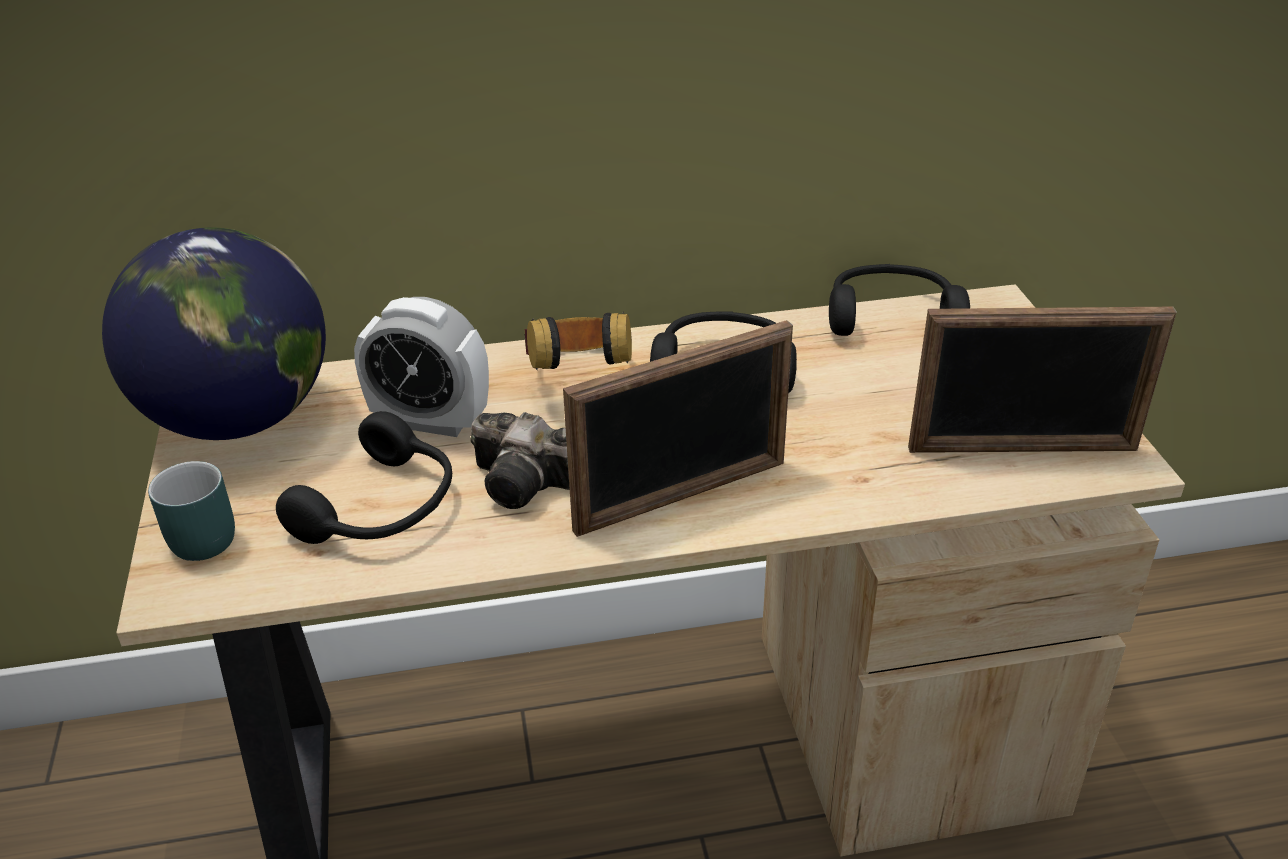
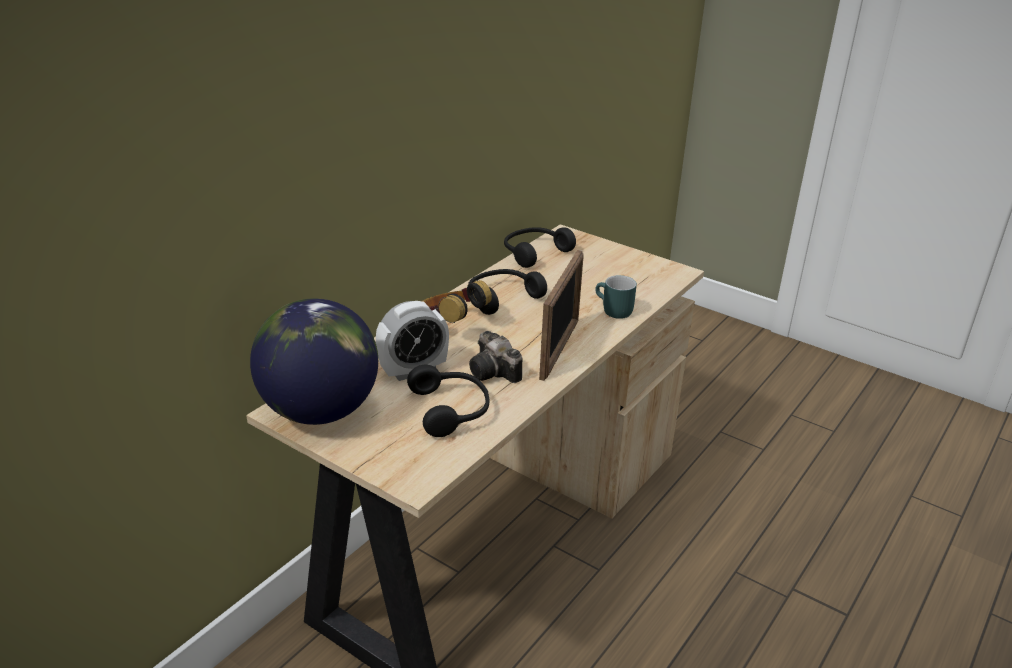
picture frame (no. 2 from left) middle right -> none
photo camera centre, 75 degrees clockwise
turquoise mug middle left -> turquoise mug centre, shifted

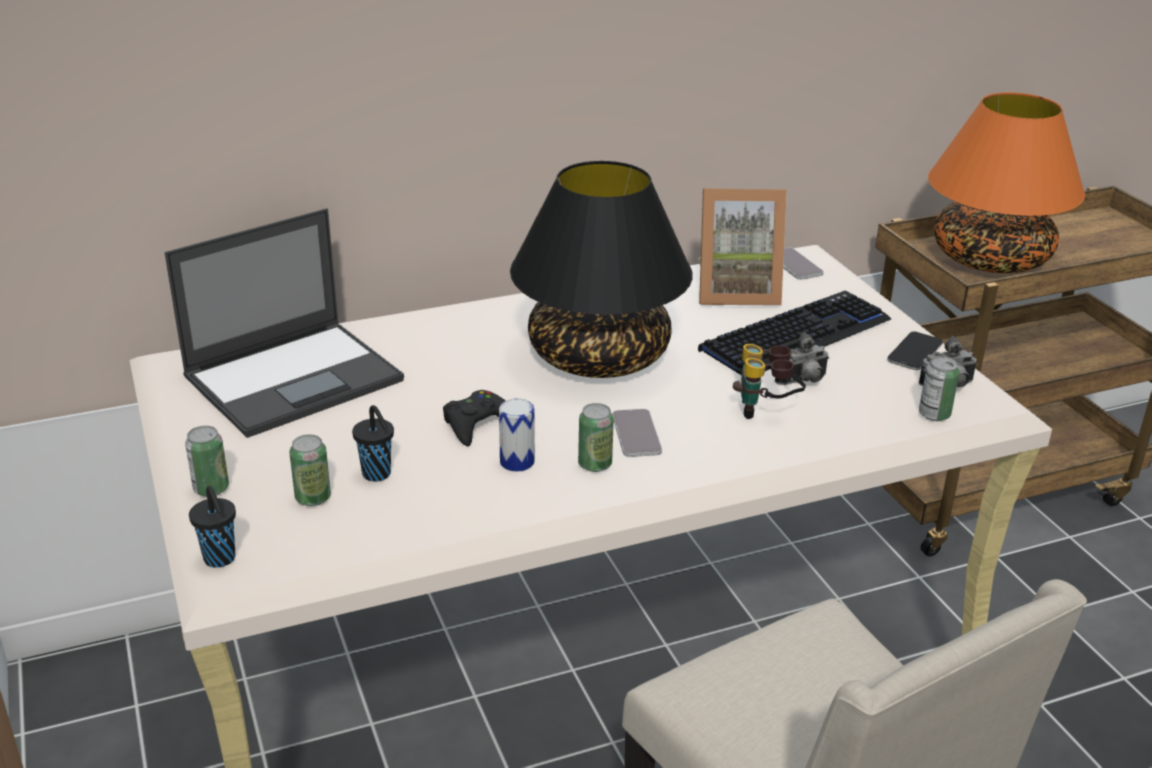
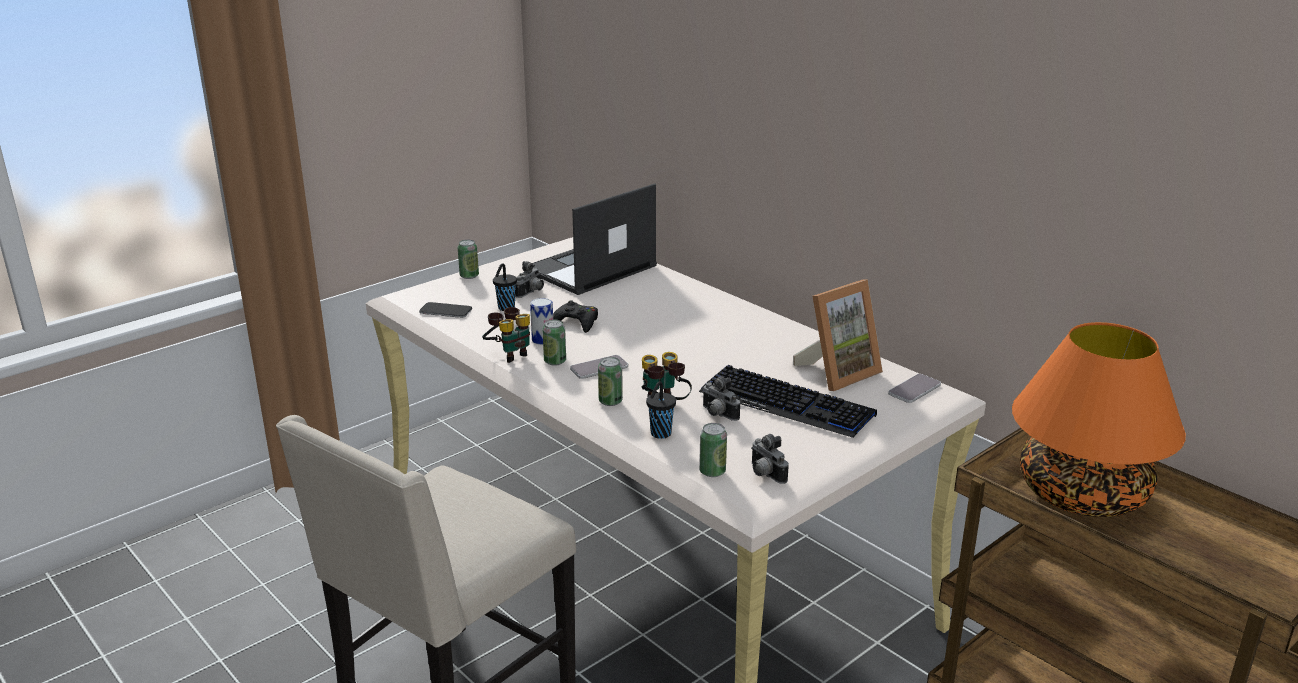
black table lamp centre -> none
picture frame top centre -> picture frame centre, 105 degrees counterclockwise
laptop middle left -> laptop centre, 105 degrees clockwise
phone (no. 3 from left in the first image) middle right -> phone (no. 1 from left) centre, shifted
can (no. 2 from left in the first image) middle left -> can (no. 4 from left) centre, shifted
black cup (no. 1 from left in the first image) bottom left -> black cup (no. 2 from left) centre, shifted
none -> photo camera (no. 1 from left) centre
none -> binoculars (no. 1 from left) centre

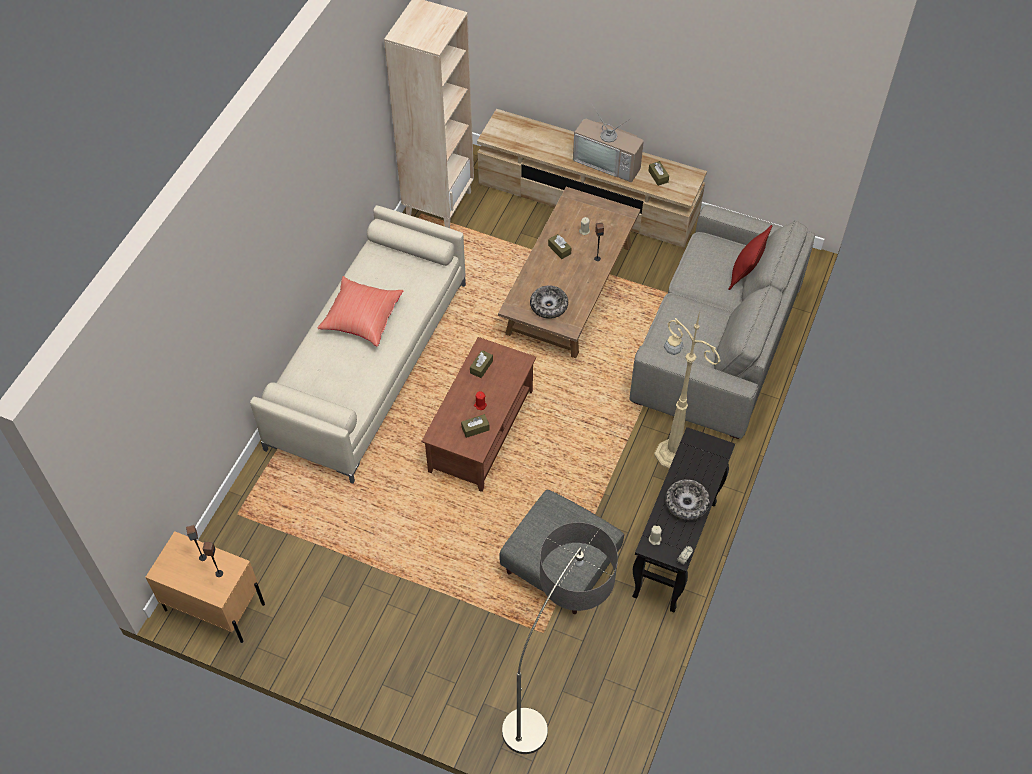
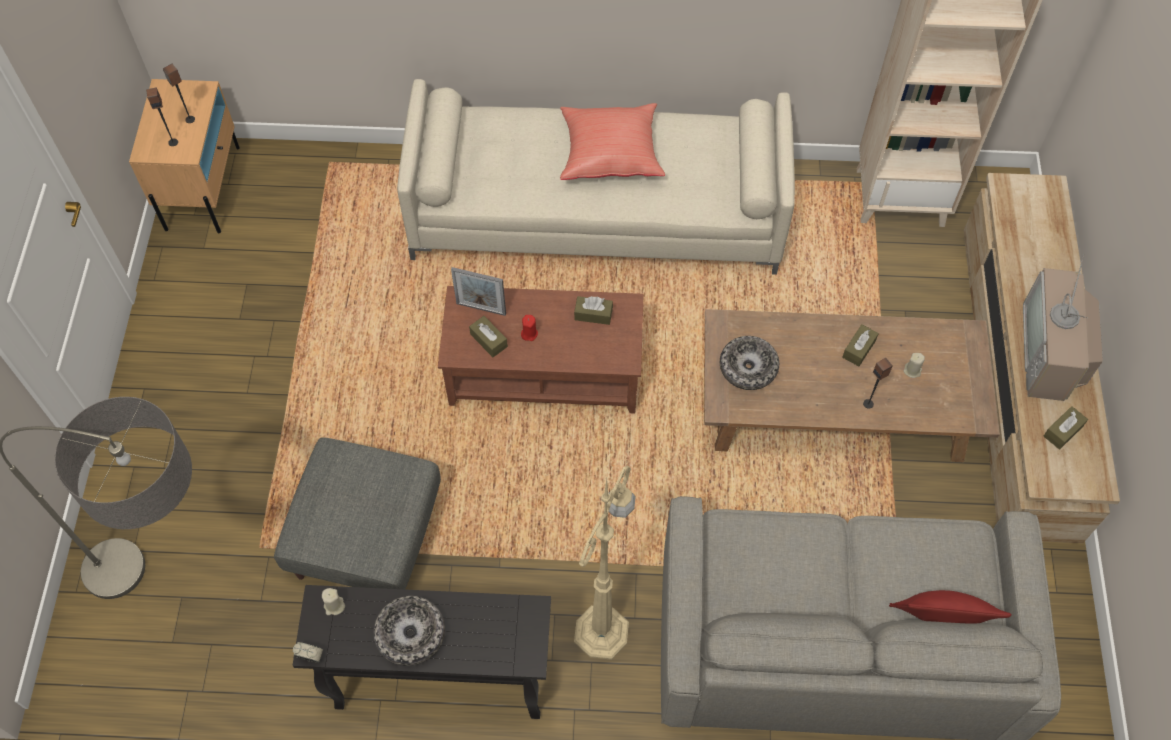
none -> picture frame centre

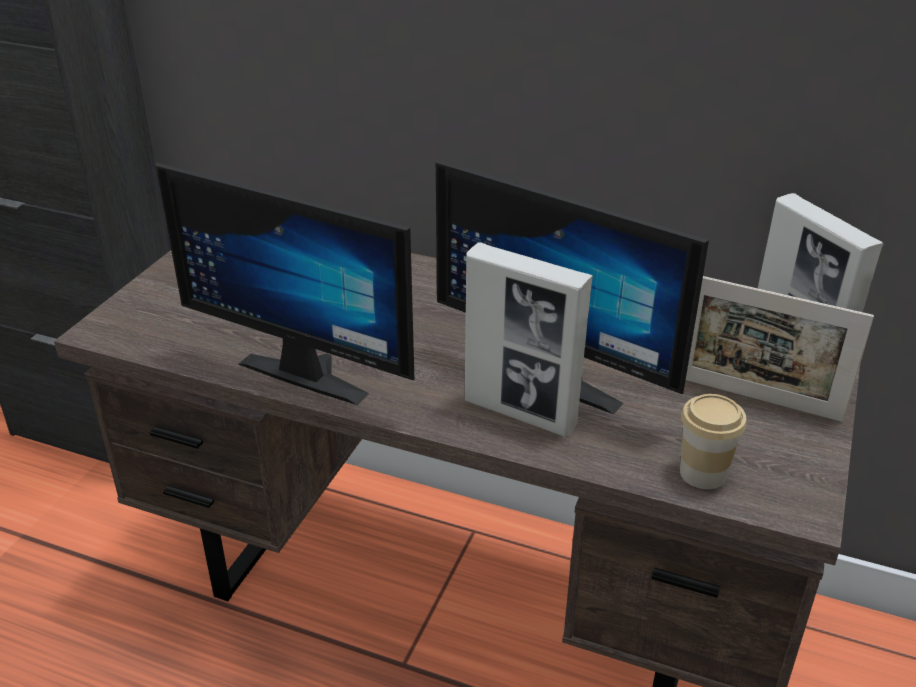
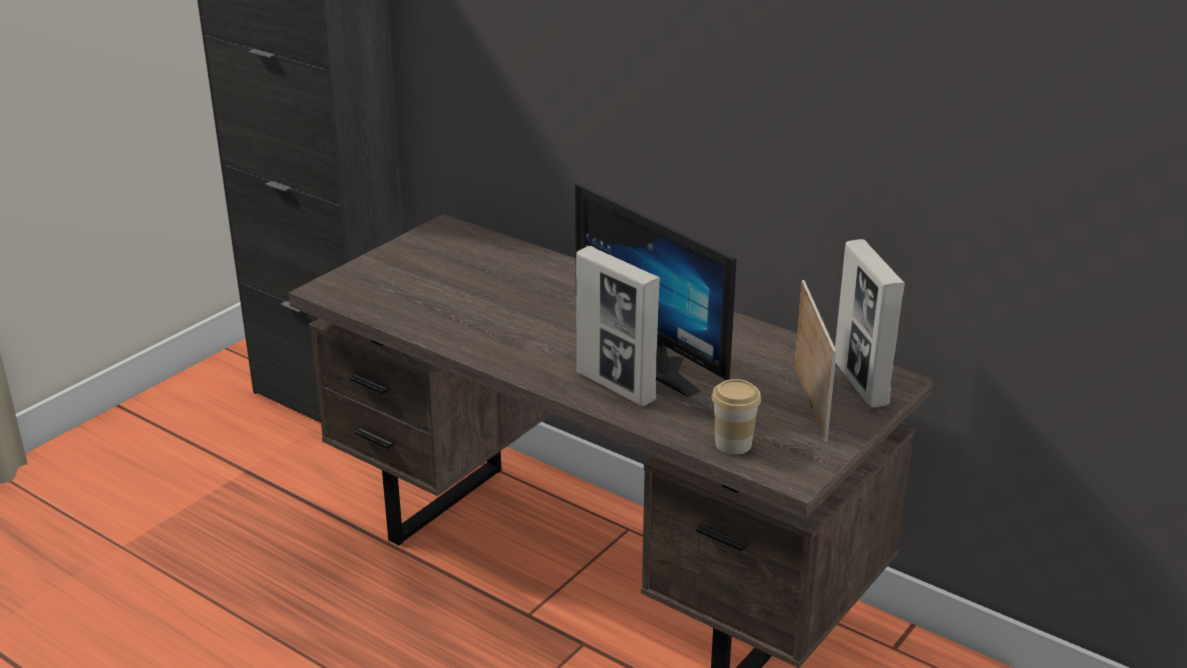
monitor (no. 1 from left) middle left -> none
picture frame (no. 2 from left) middle right, 135 degrees counterclockwise

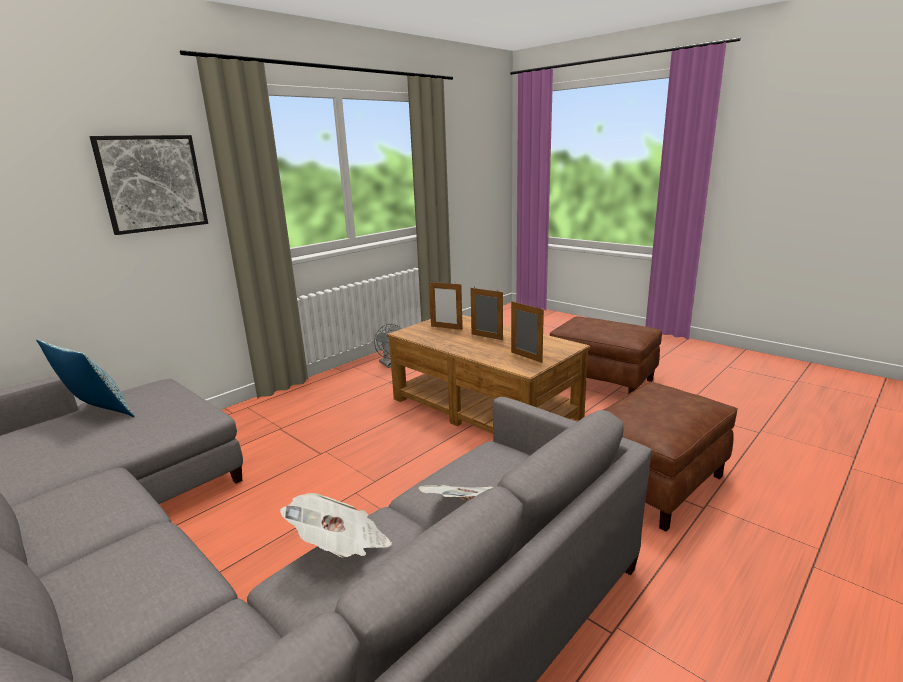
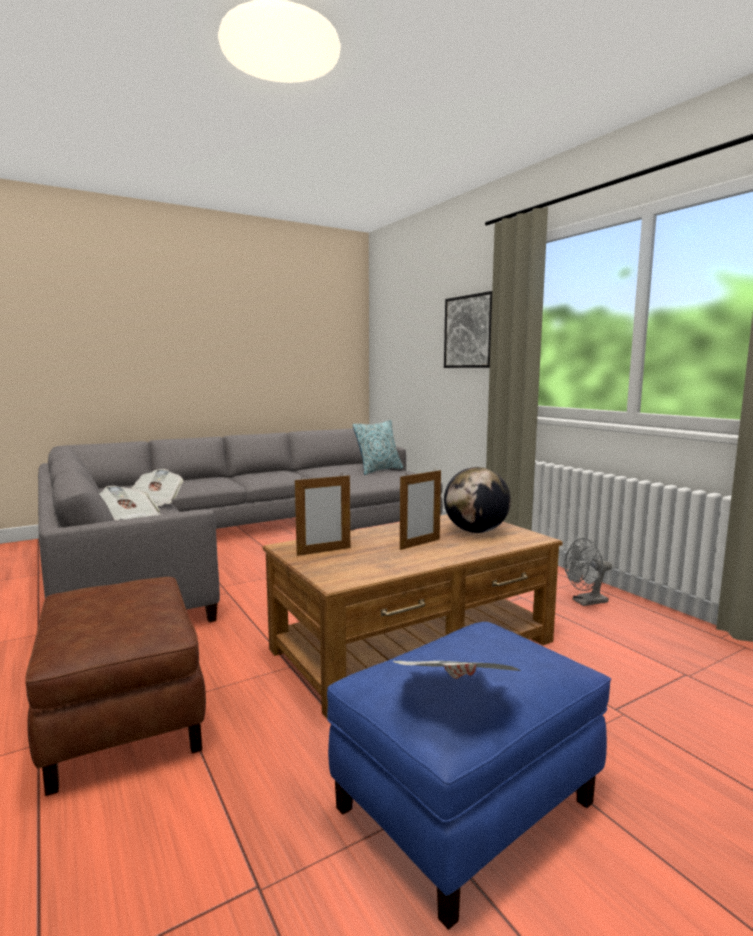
picture frame (no. 1 from left) centre -> globe centre
brown ottoman (no. 1 from left) middle right -> blue ottoman bottom centre
none -> newspaper (no. 3 from left) bottom centre

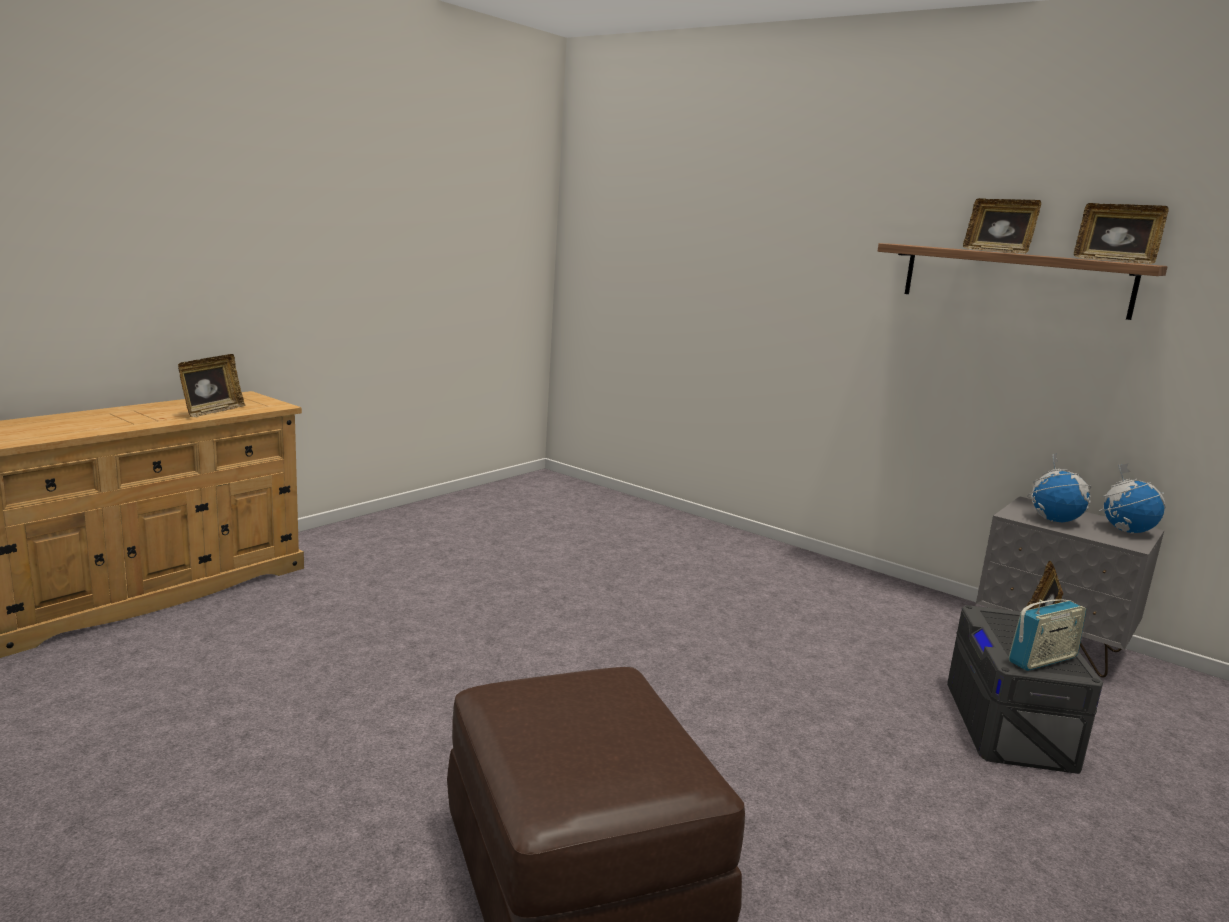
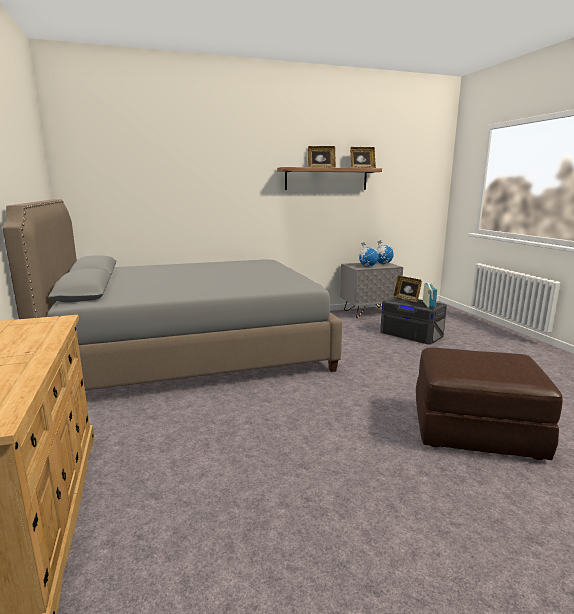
picture frame (no. 1 from left) middle left -> none
none -> grey bed middle left

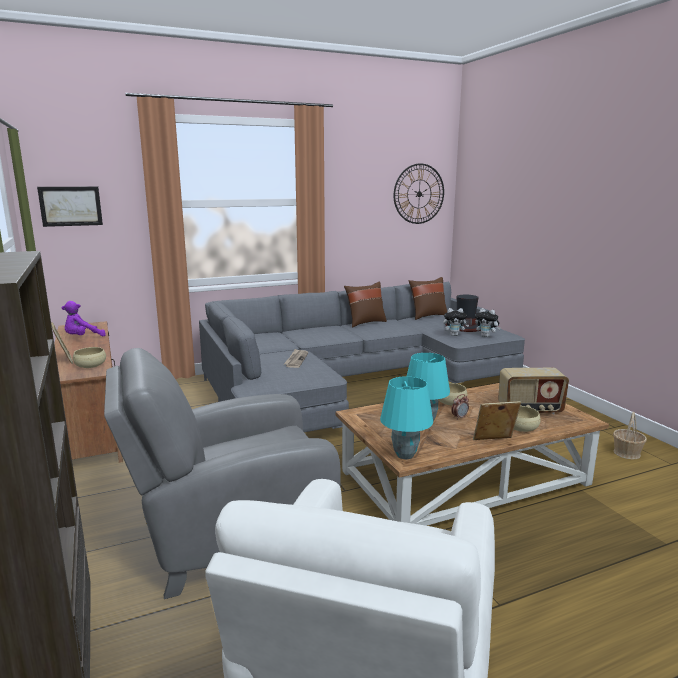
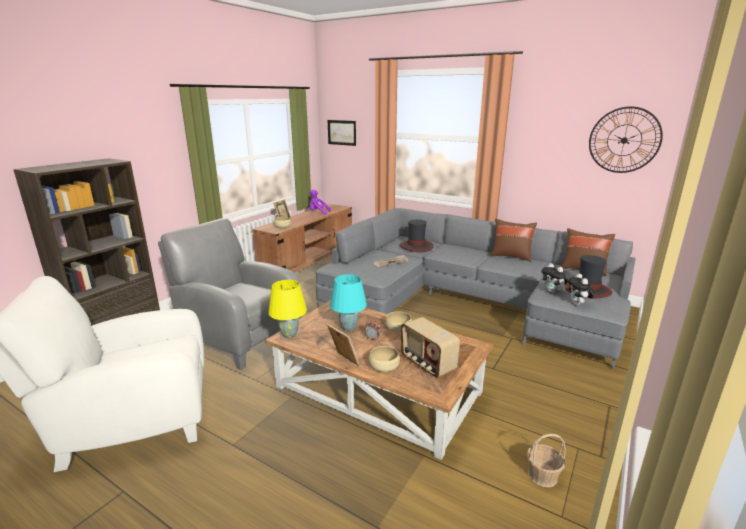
turquoise table lamp (no. 1 from left) centre -> yellow table lamp centre
none -> hat (no. 1 from left) centre

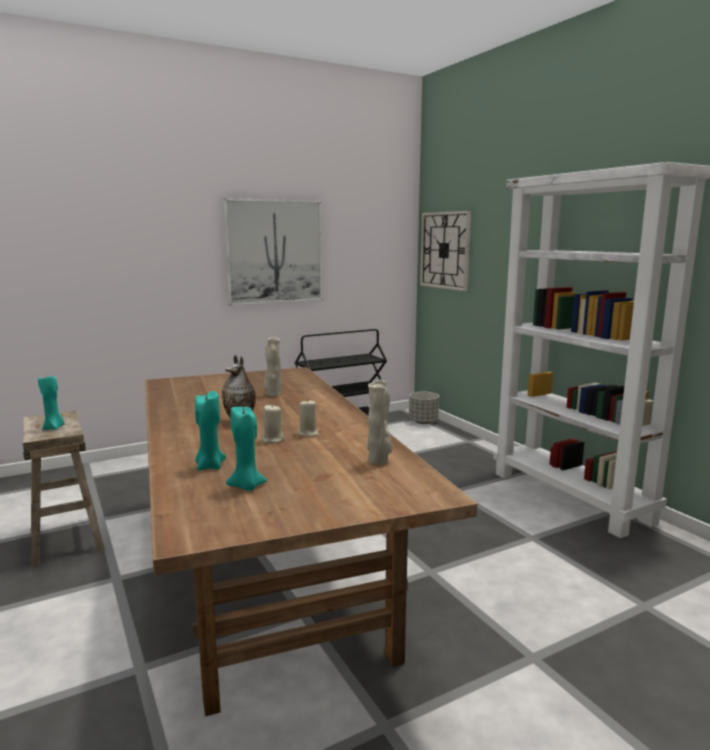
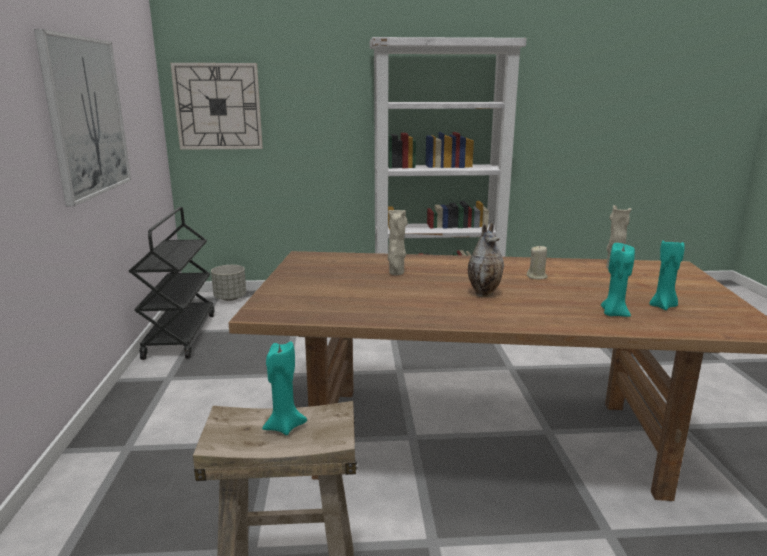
beige candle (no. 1 from left) centre -> none

